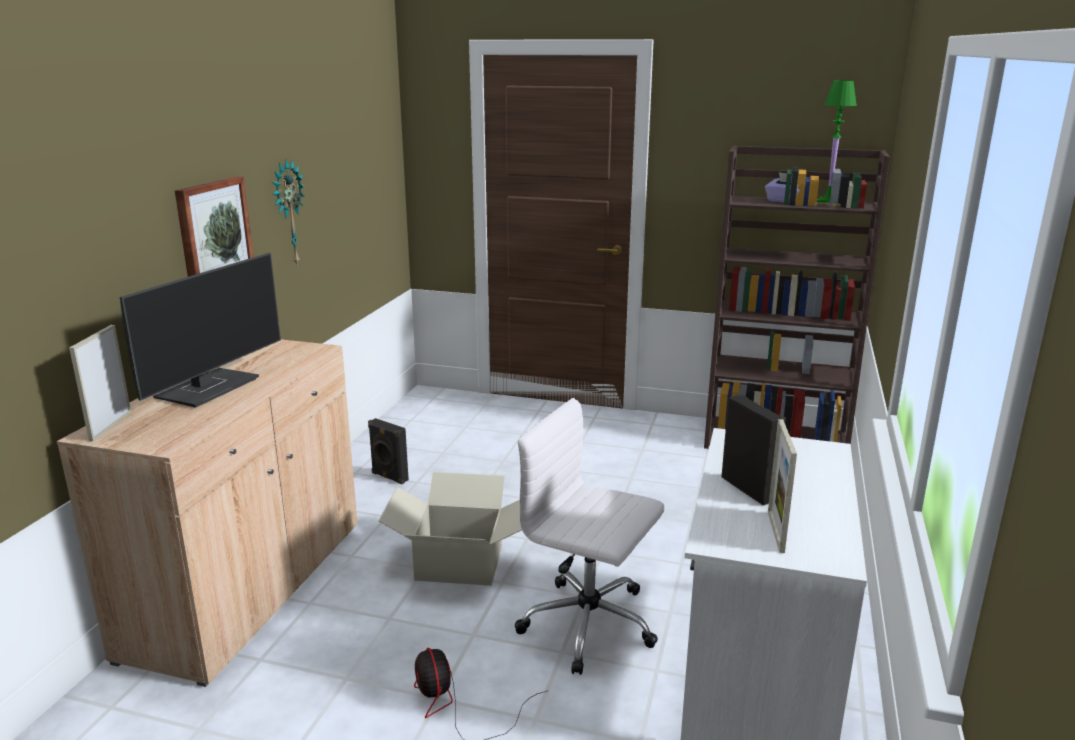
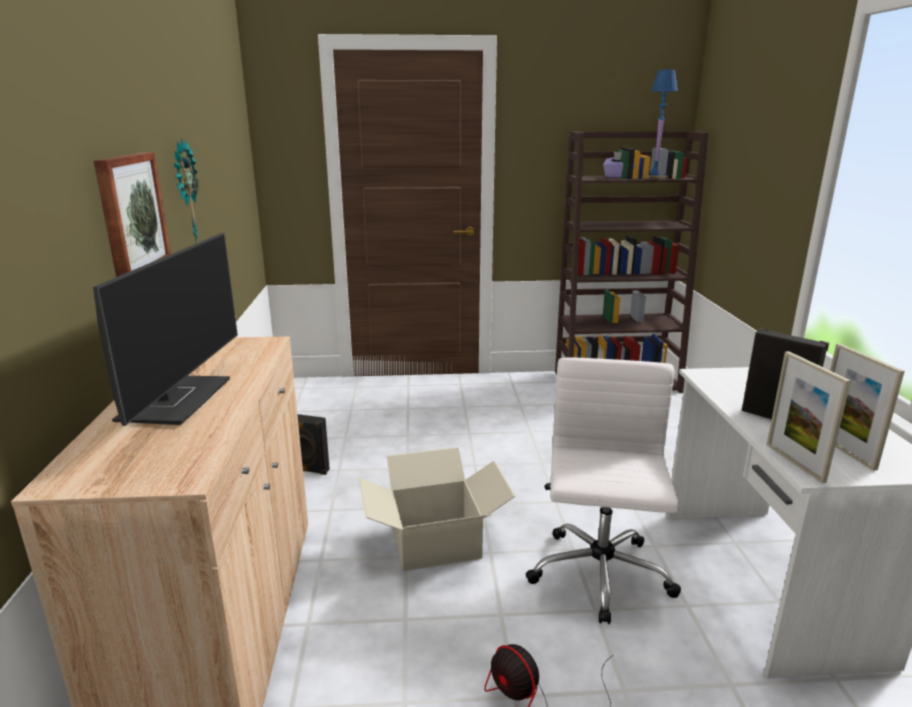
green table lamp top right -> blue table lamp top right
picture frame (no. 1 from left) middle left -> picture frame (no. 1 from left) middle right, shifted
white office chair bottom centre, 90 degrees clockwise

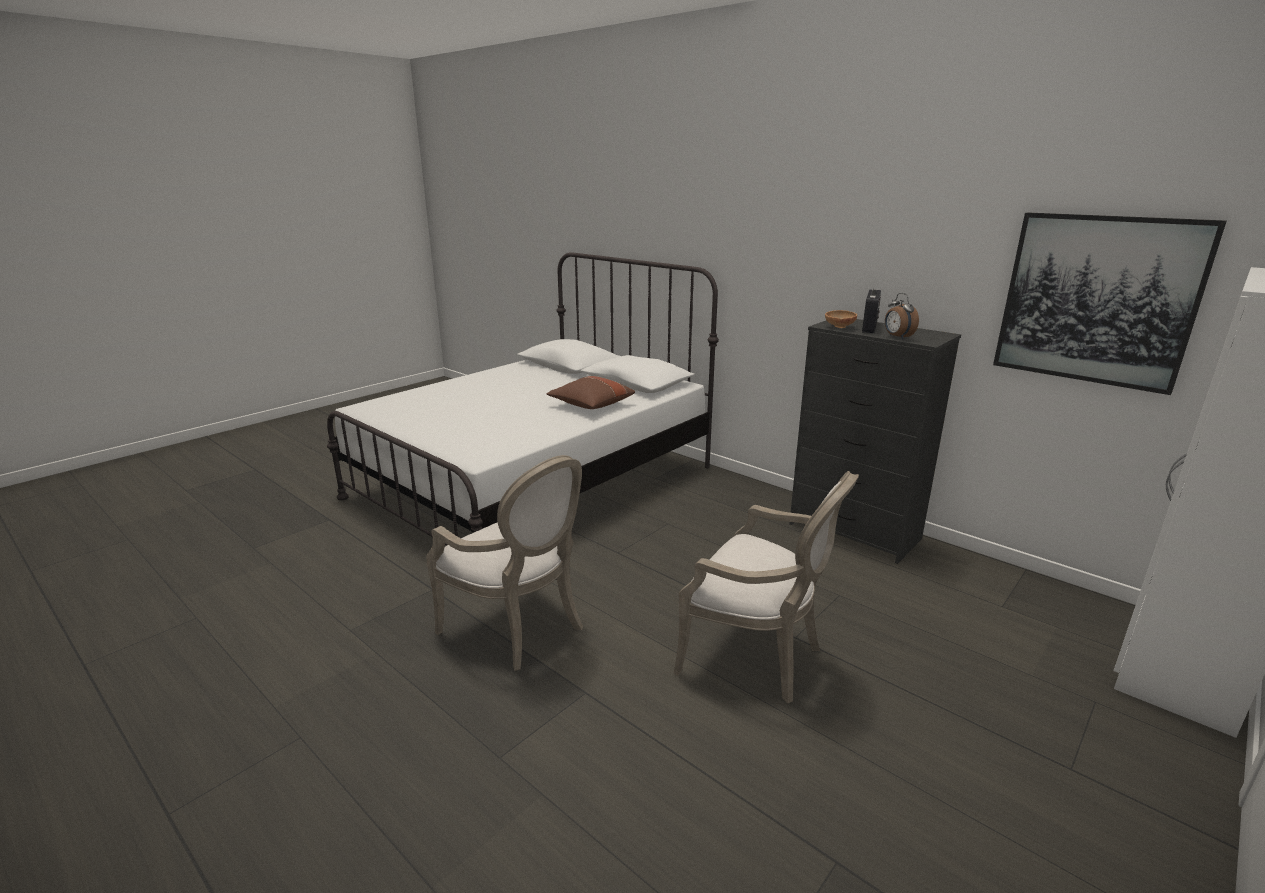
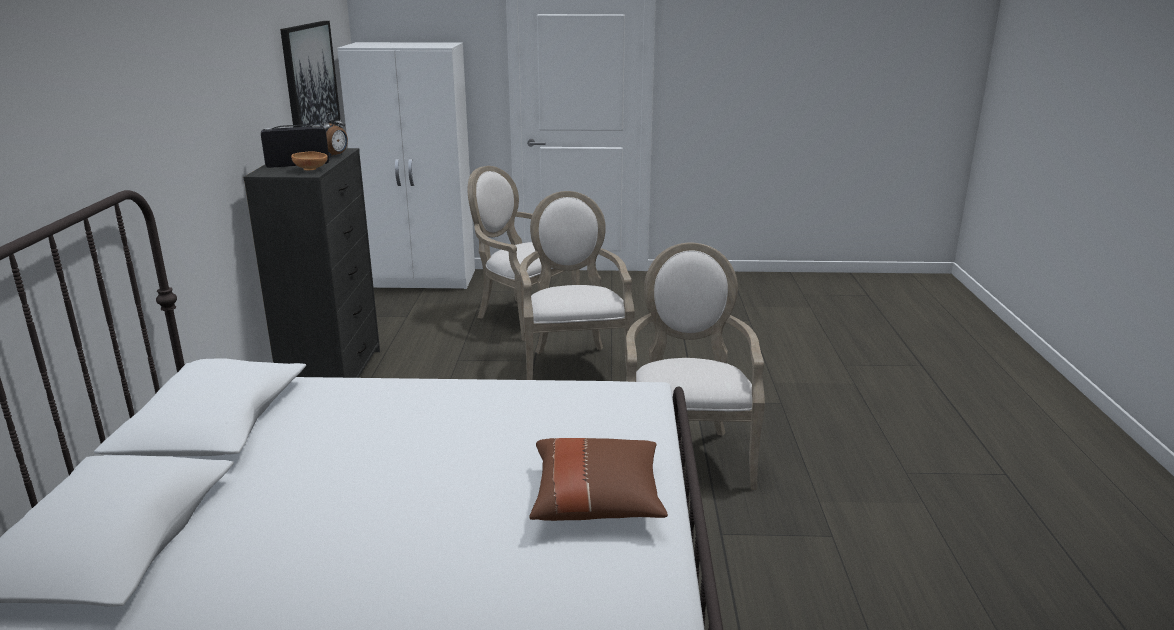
brown pillow centre -> brown pillow bottom centre, shifted
none -> armchair (no. 1 from left) centre

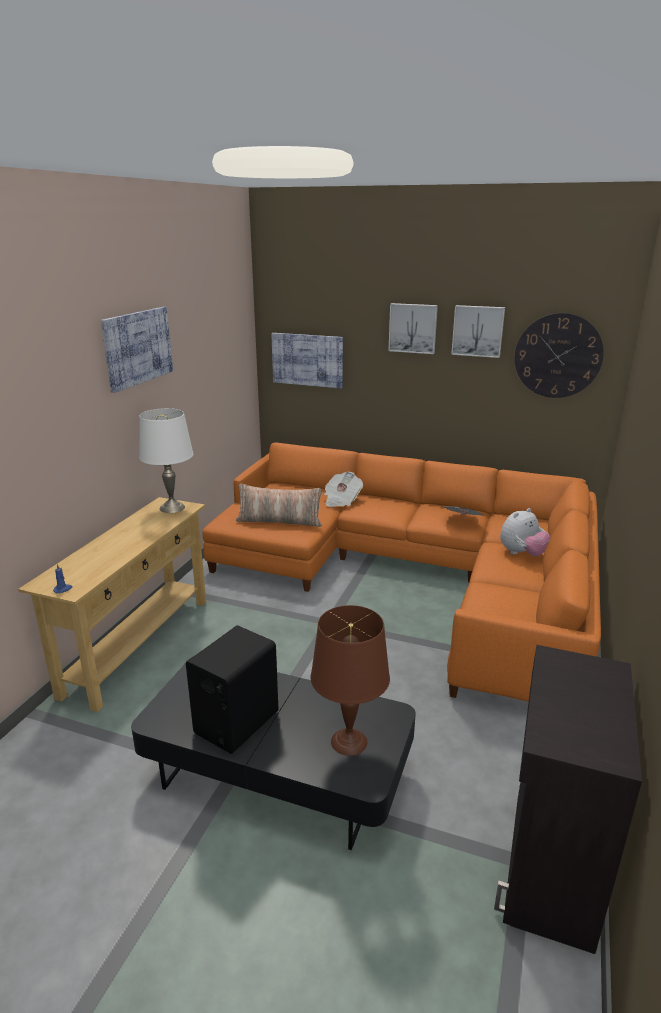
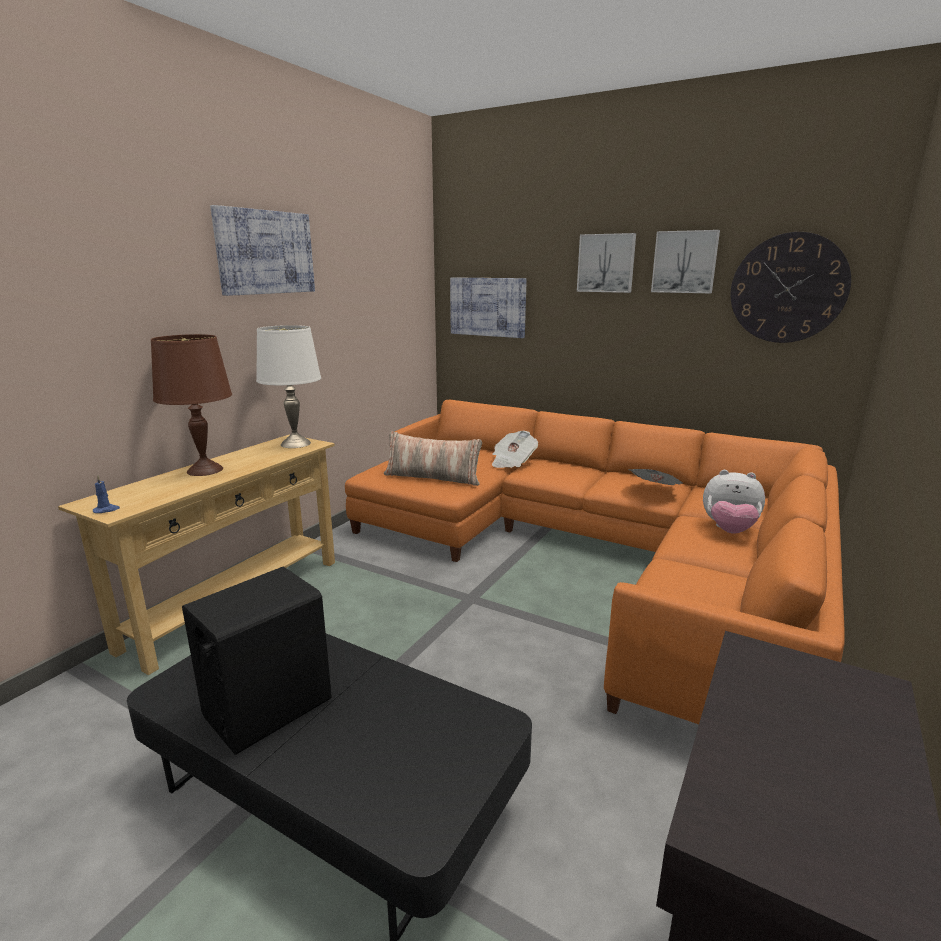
plush toy middle right, 45 degrees clockwise
brown table lamp bottom centre -> brown table lamp middle left, shifted

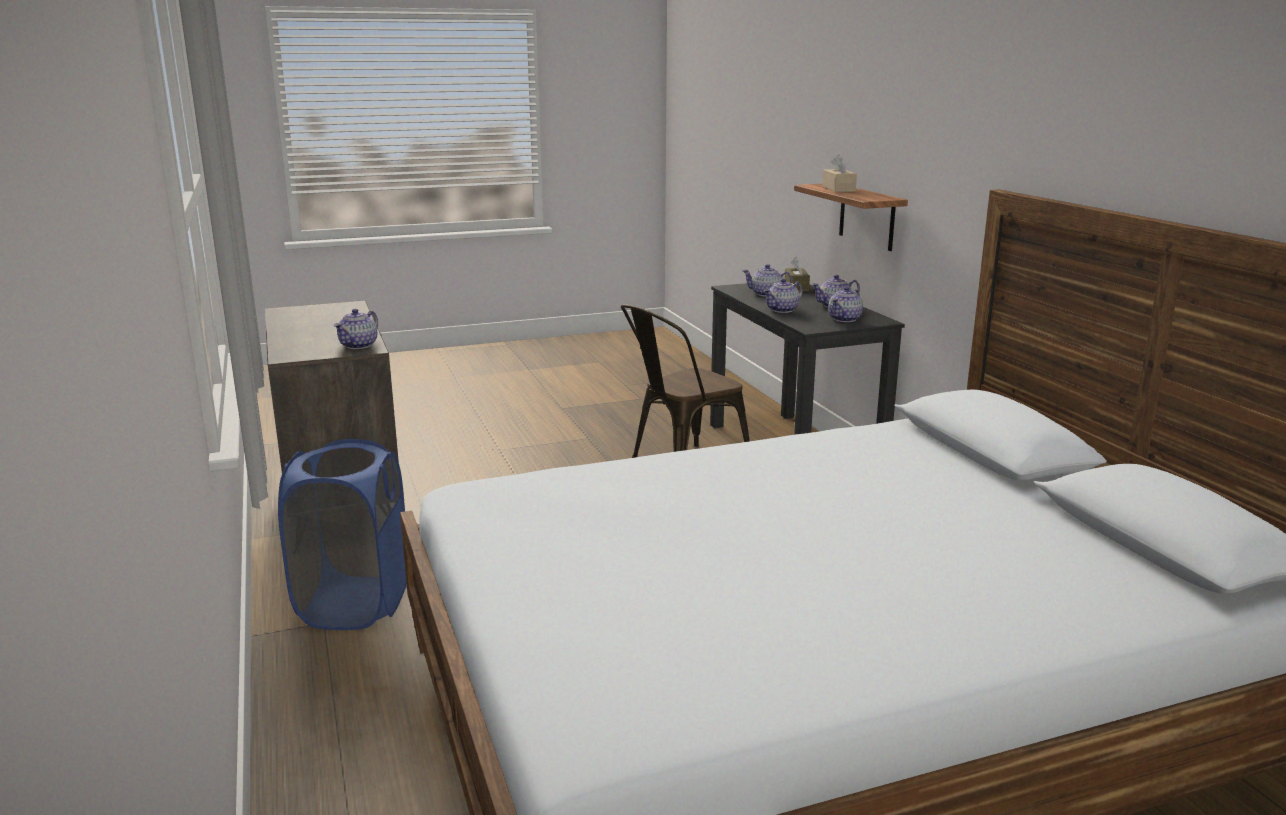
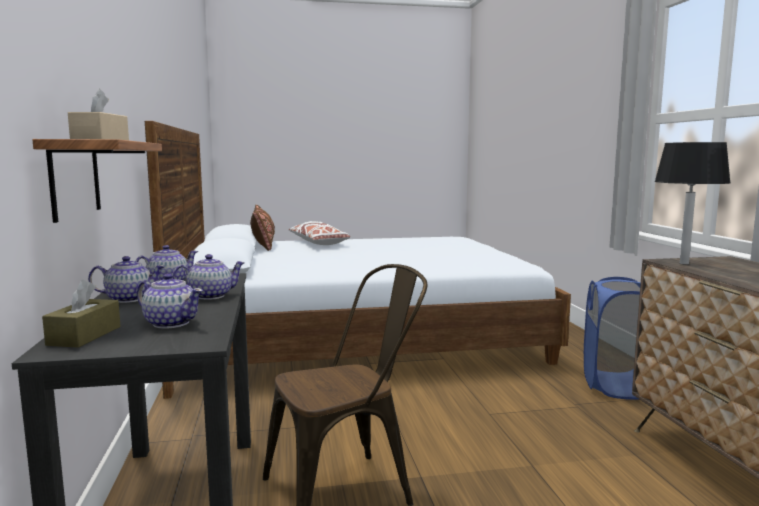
teapot (no. 1 from left) middle left -> black table lamp middle right
none -> brown pillow centre
none -> white pillow centre

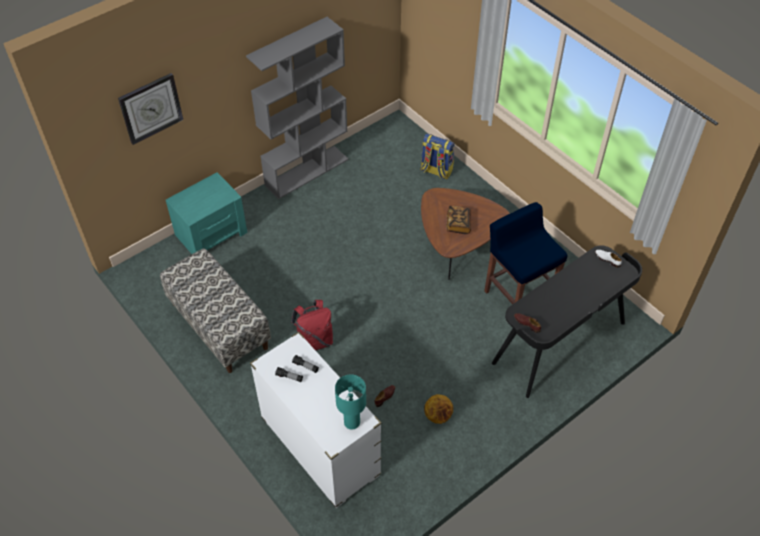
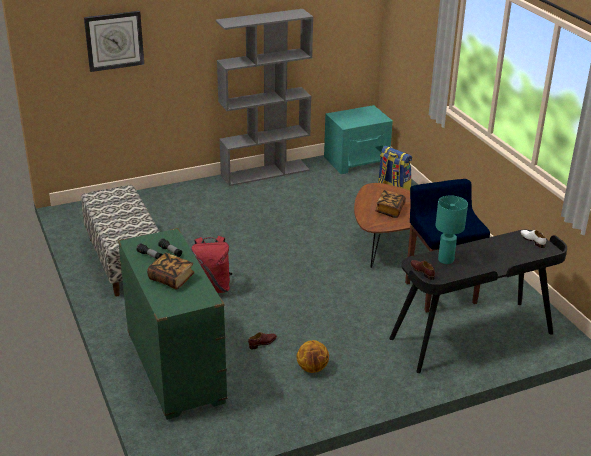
turquoise nightstand middle left -> turquoise nightstand top centre, shifted
white dresser bottom centre -> green dresser bottom left
turquoise table lamp bottom centre -> turquoise table lamp middle right, shifted
none -> book (no. 1 from left) middle left

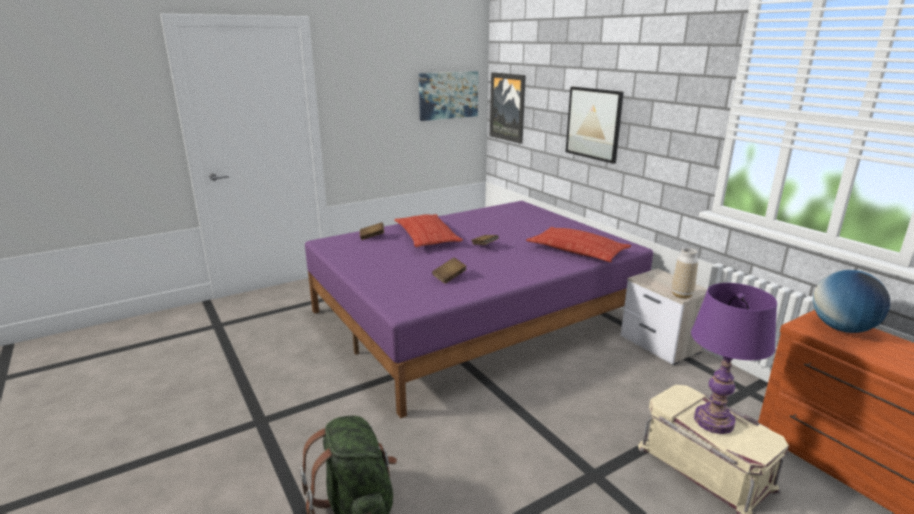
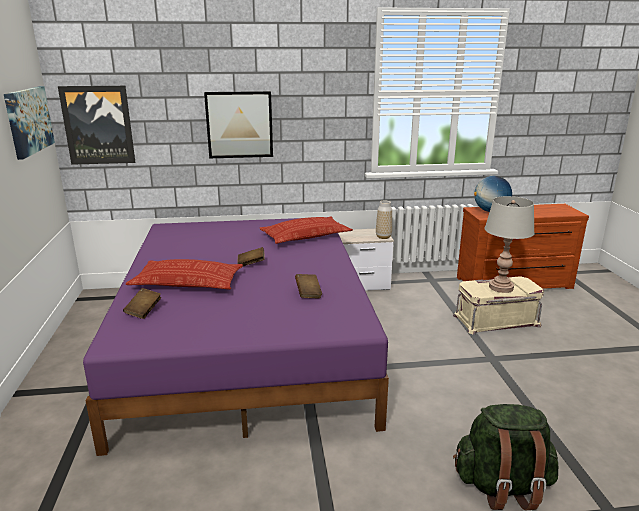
purple table lamp bottom right -> grey table lamp middle right

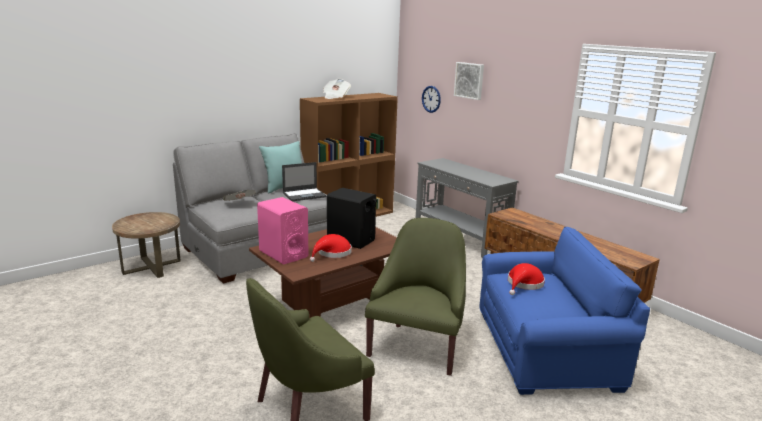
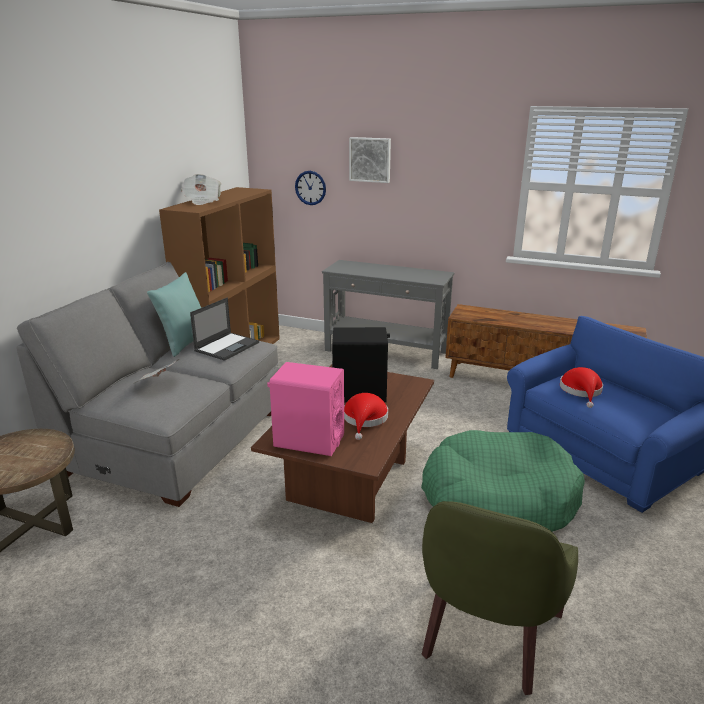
green armchair (no. 2 from left) bottom centre -> green dog bed bottom right

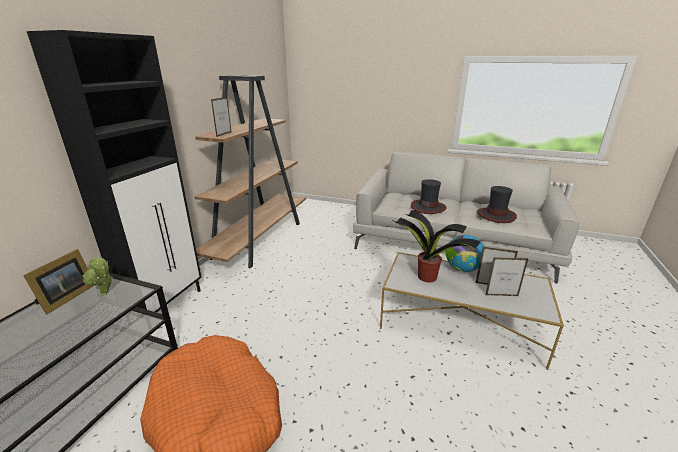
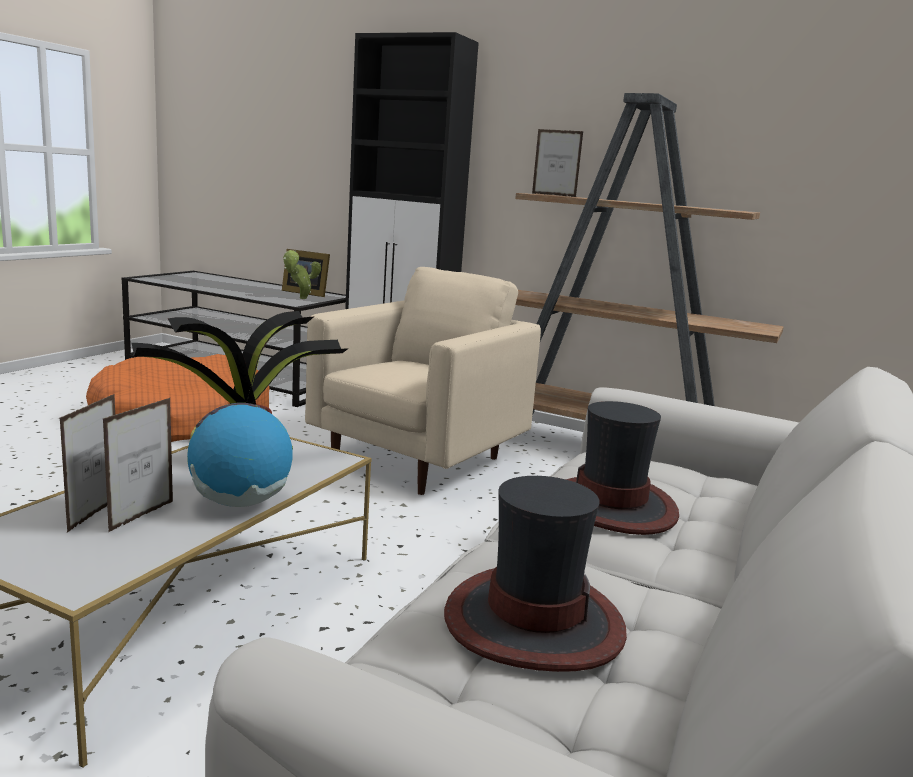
none -> beige armchair centre

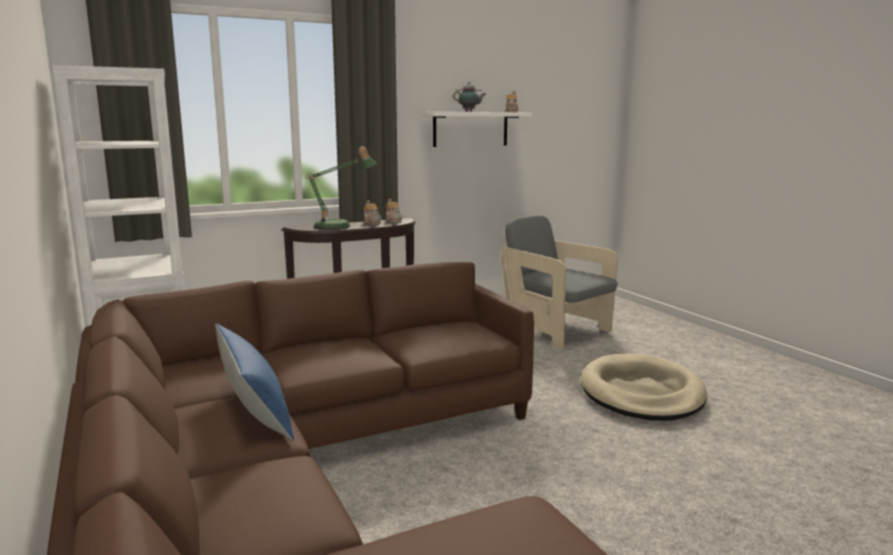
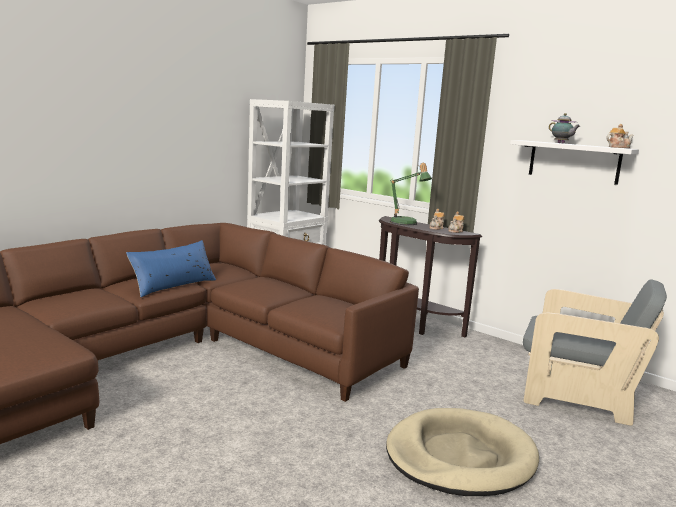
grey armchair centre -> grey armchair bottom right, 90 degrees clockwise

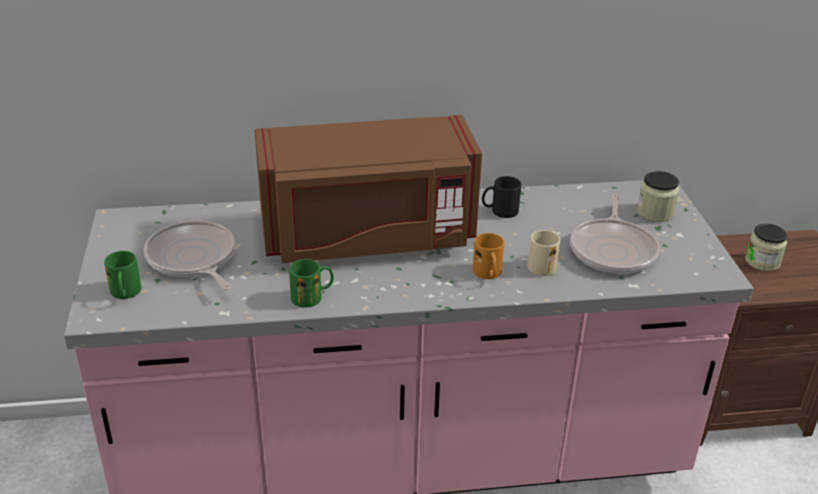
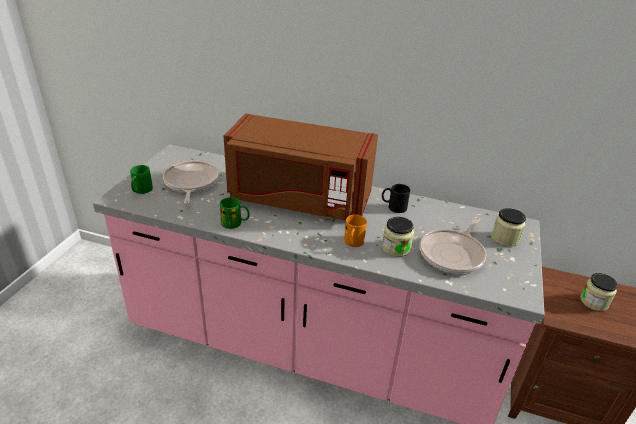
beige mug centre -> jar (no. 1 from left) centre

